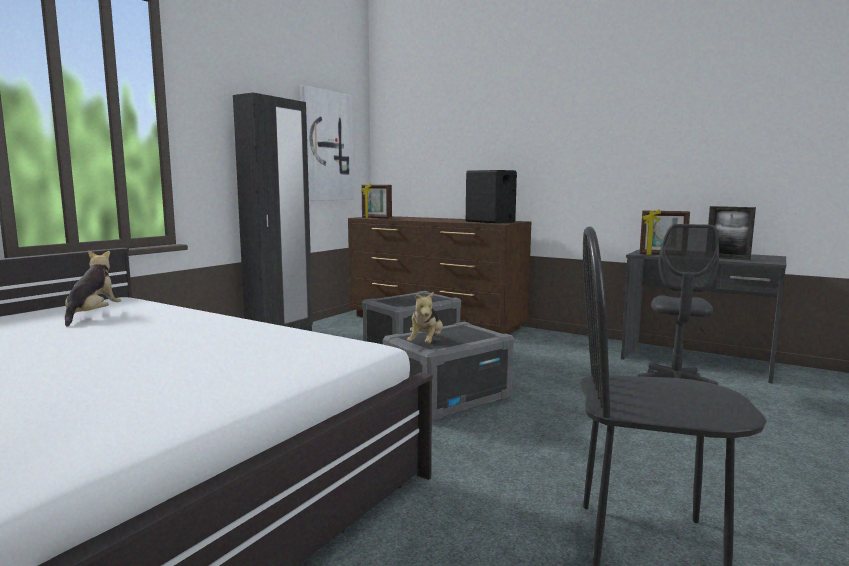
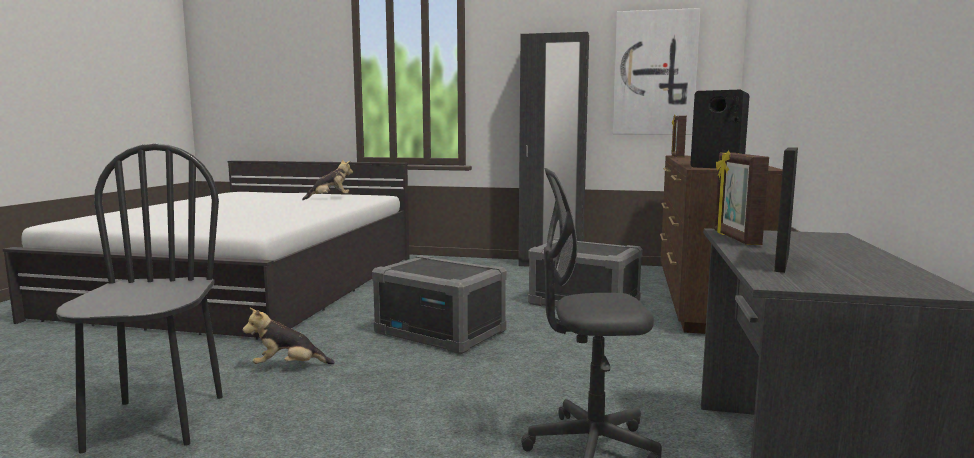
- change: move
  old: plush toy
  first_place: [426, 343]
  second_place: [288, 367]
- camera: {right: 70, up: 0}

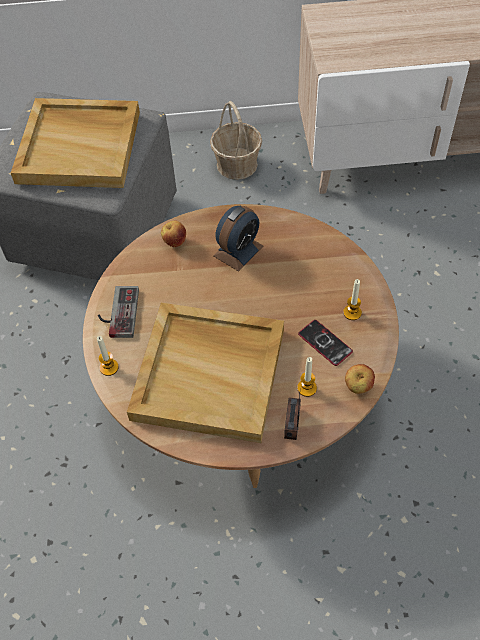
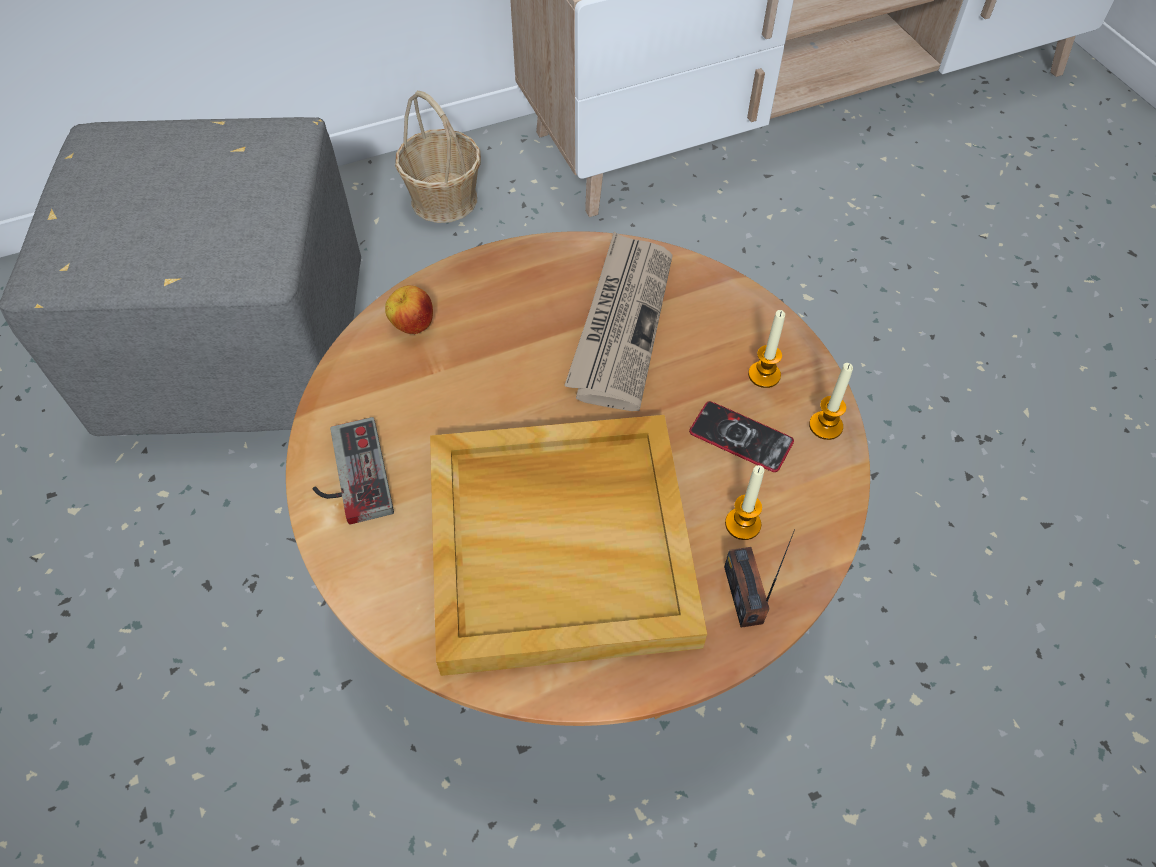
- change: delete
  old: beige-coloured tray
  first_place: [80, 146]
- change: delete
  old: table clock
  first_place: [238, 251]
- change: delete
  old: whole apple
  first_place: [358, 387]
- change: insert
  new: printed paper
  second_place: [620, 323]
- change: move
  old: wax candle
  first_place: [109, 367]
  second_place: [825, 426]
- camera: {right: -20, up: 0}

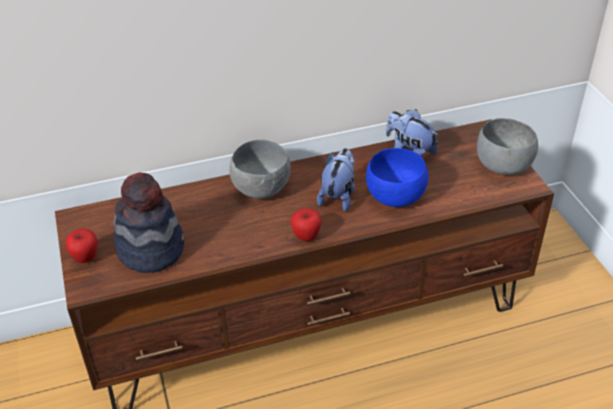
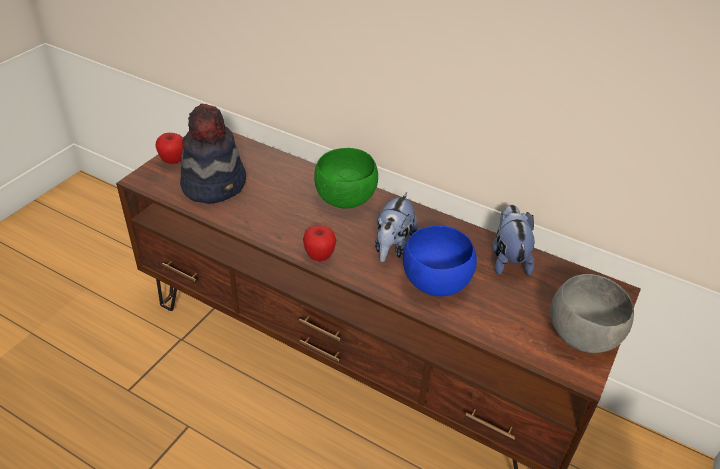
- change: recolor
  old: gray bowl
  new: green bowl
  first_place: [263, 189]
  second_place: [346, 200]
- change: rotate
  old: plush toy
  first_place: [338, 196]
  second_place: [392, 247]
  degrees: 135
- camera: {right: 45, up: 0}

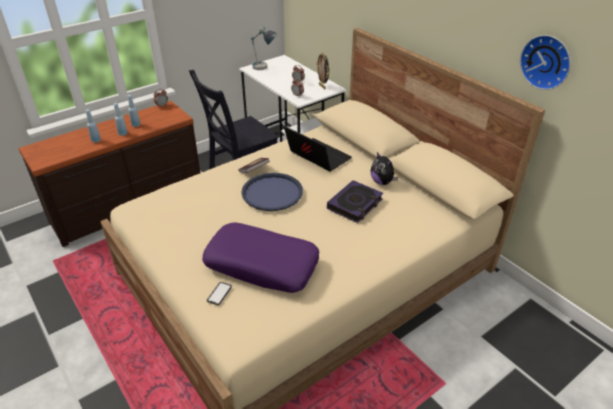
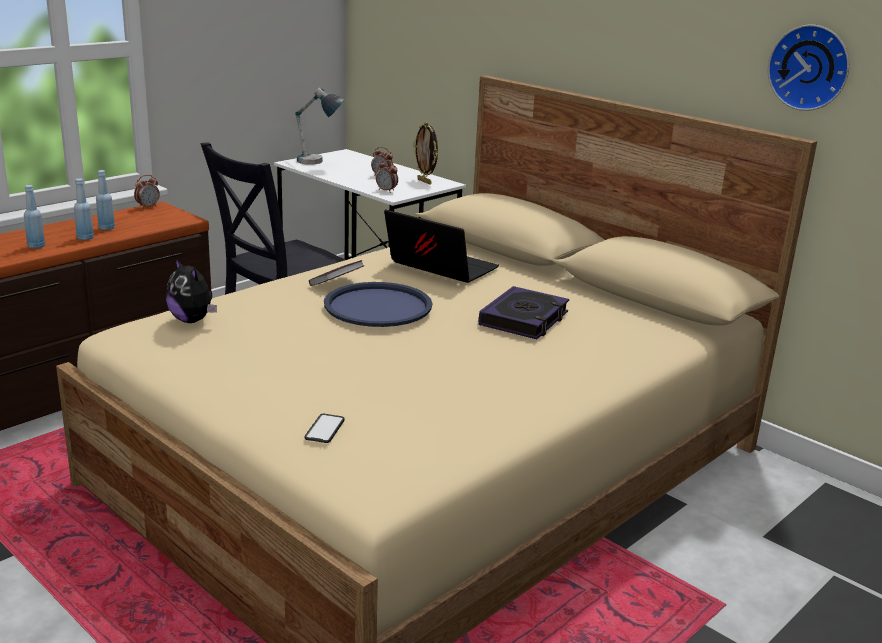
- change: delete
  old: purplish pillow
  first_place: [262, 265]
- change: move
  old: plush toy
  first_place: [382, 182]
  second_place: [192, 320]
- camera: {right: -10, up: -15}

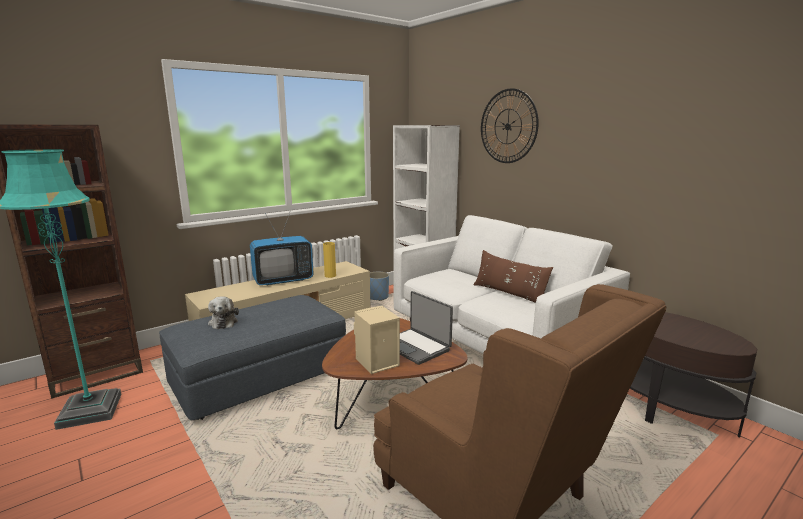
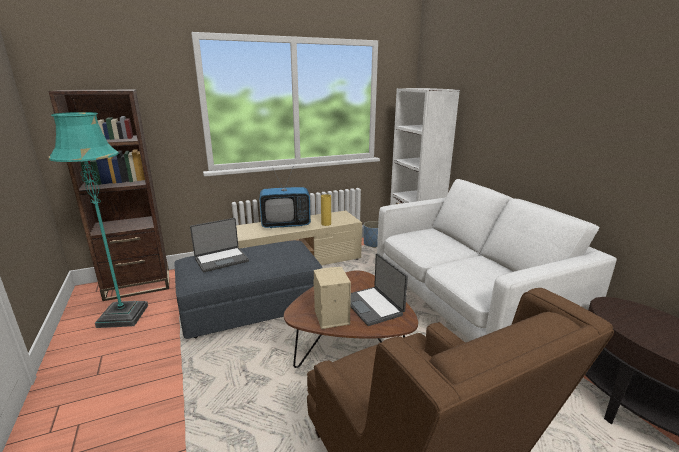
- change: delete
  old: brownish pillow
  first_place: [509, 293]
- change: delete
  old: clock on the wall
  first_place: [508, 126]
- change: replace
  old: plush toy
  new: portable computer
  first_place: [223, 322]
  second_place: [221, 260]
- camera: {right: 15, up: 5}

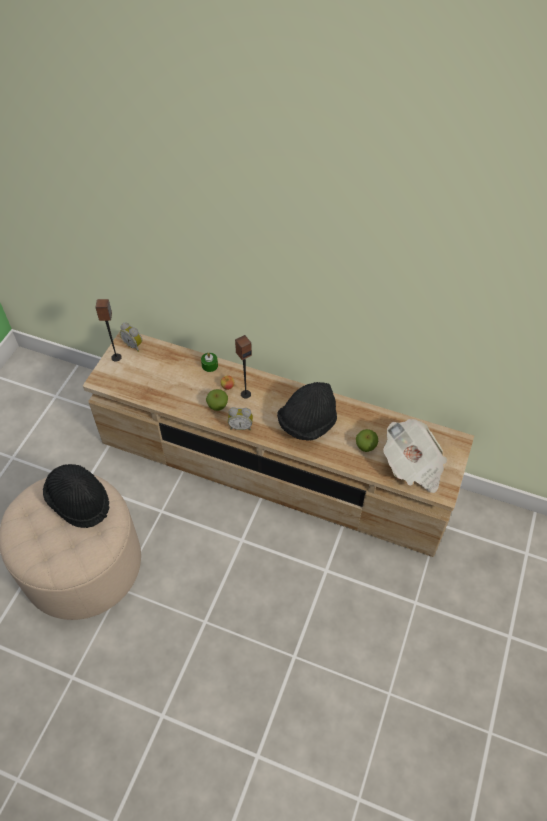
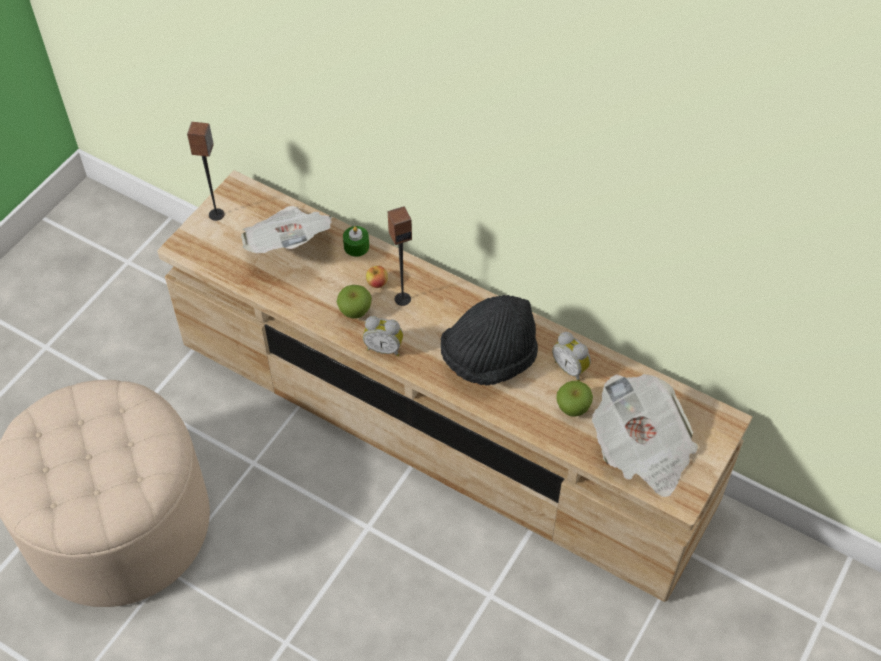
- change: delete
  old: blackish hat
  first_place: [79, 502]
- change: insert
  new: printed paper
  second_place: [288, 245]
- change: move
  old: table clock
  first_place: [134, 345]
  second_place: [571, 368]
- camera: {right: 10, up: 0}

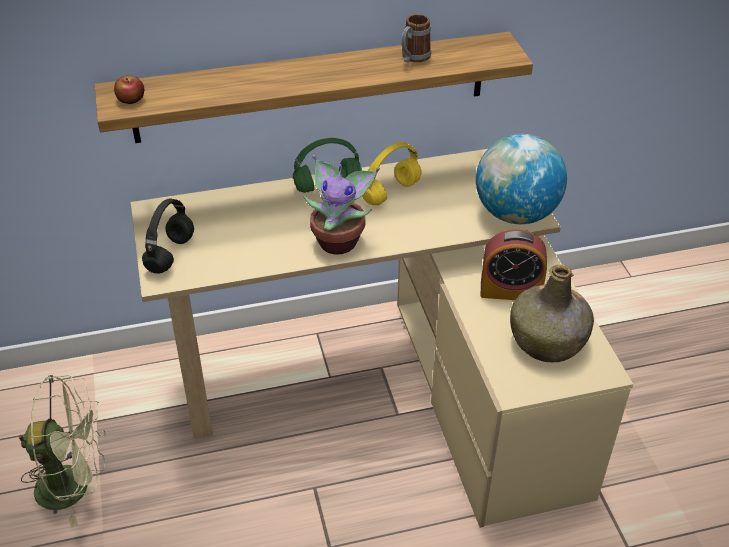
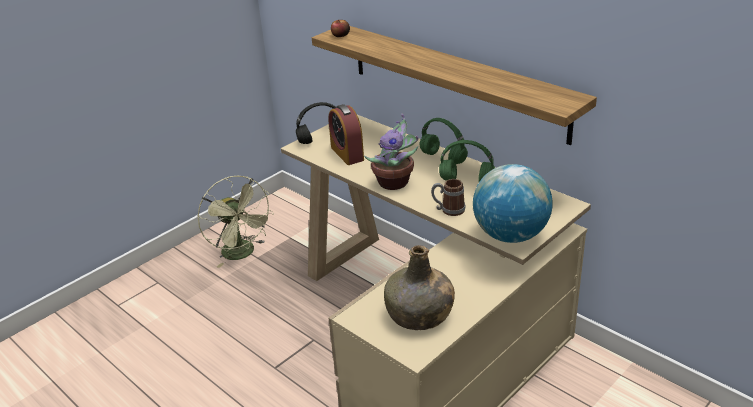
- change: move
  old: coffee mug
  first_place: [413, 58]
  second_place: [448, 210]
- change: move
  old: table clock
  first_place: [510, 290]
  second_place: [347, 154]
- change: recolor
  old: yellowish headphones
  new: green headphones
  first_place: [391, 192]
  second_place: [467, 180]
- camera: {right: 60, up: -10}

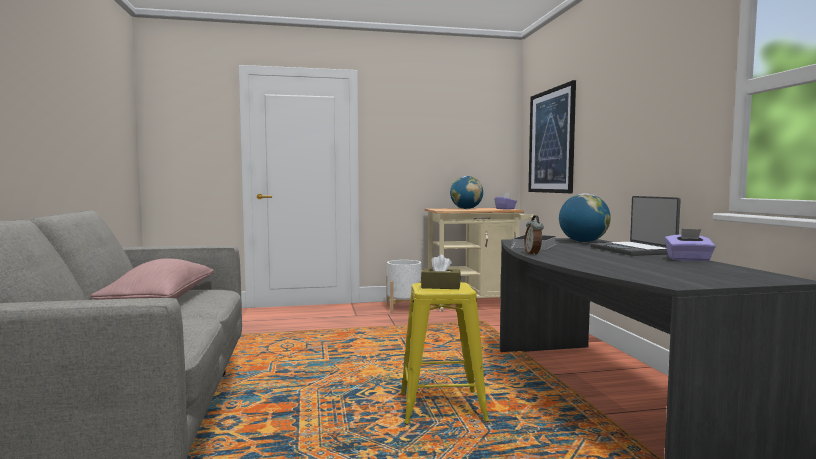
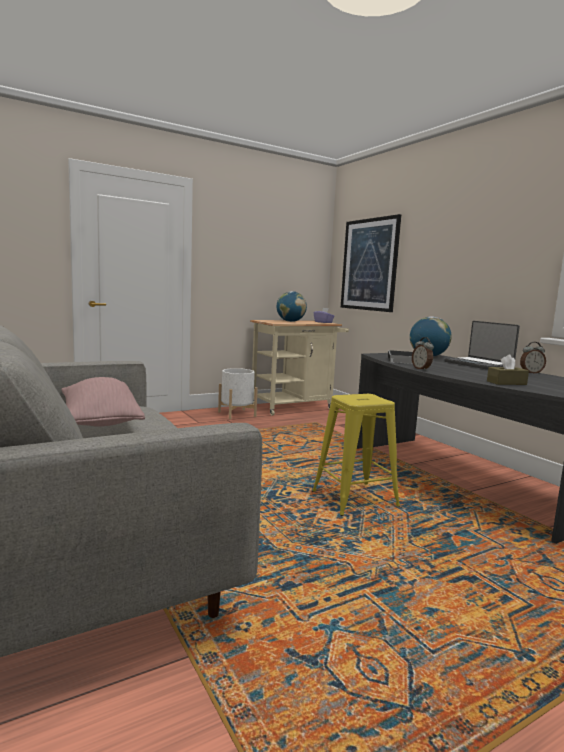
- change: move
  old: brownish tissue box
  first_place: [440, 286]
  second_place: [506, 383]
- change: replace
  old: purplish tissue box
  new: table clock
  first_place: [688, 259]
  second_place: [530, 373]
- camera: {right: -20, up: 5}

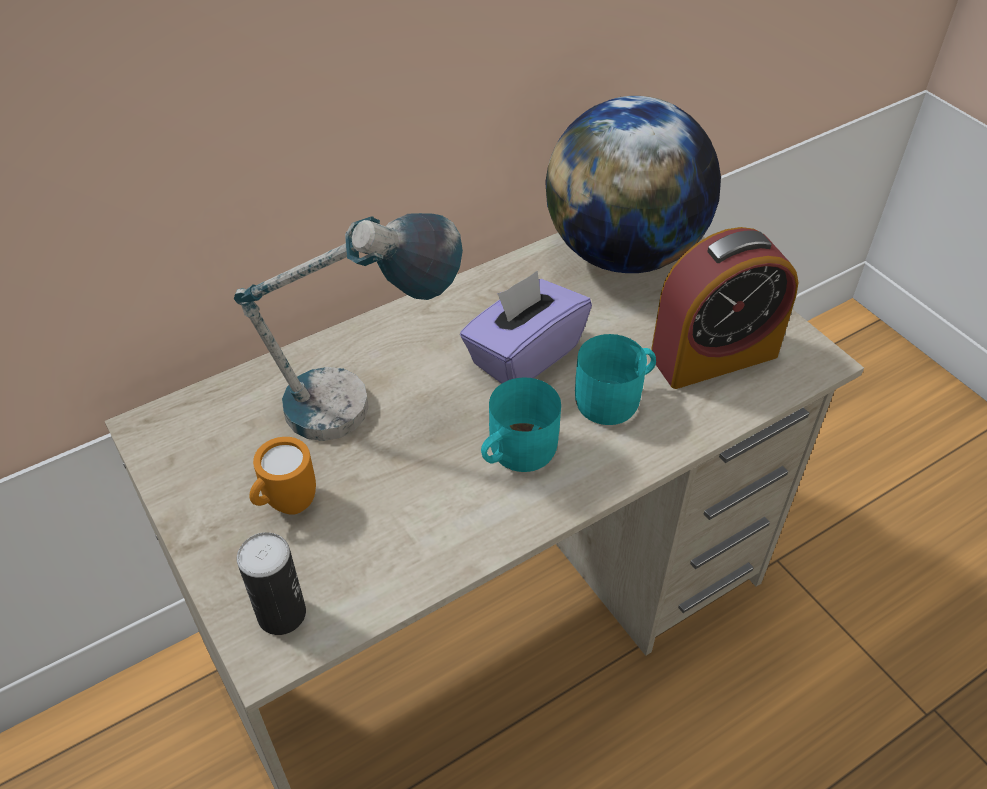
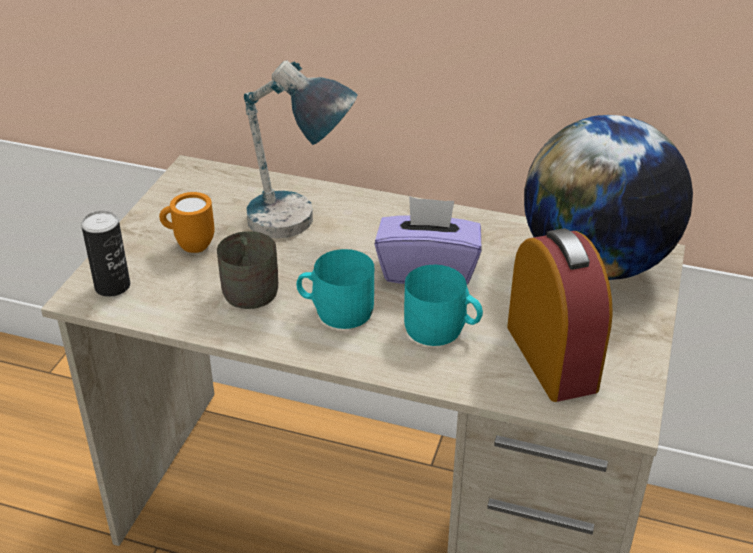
- change: insert
  new: gray coffee mug
  second_place: [251, 286]
- change: rotate
  old: table clock
  first_place: [714, 355]
  second_place: [551, 357]
  degrees: -135
- camera: {right: 50, up: -10}

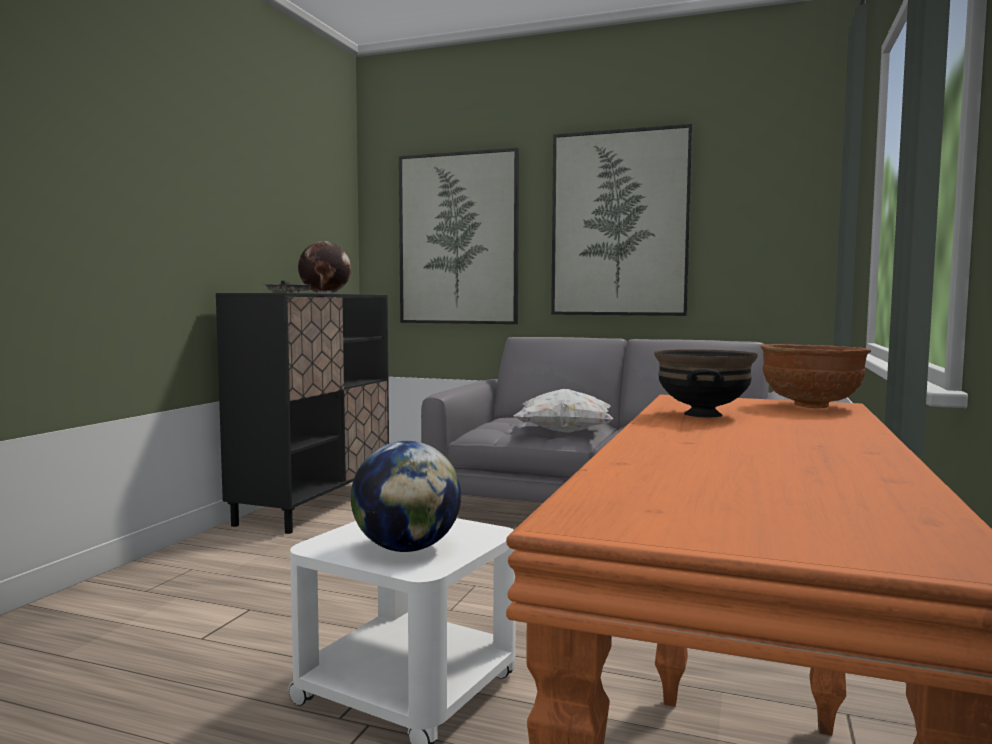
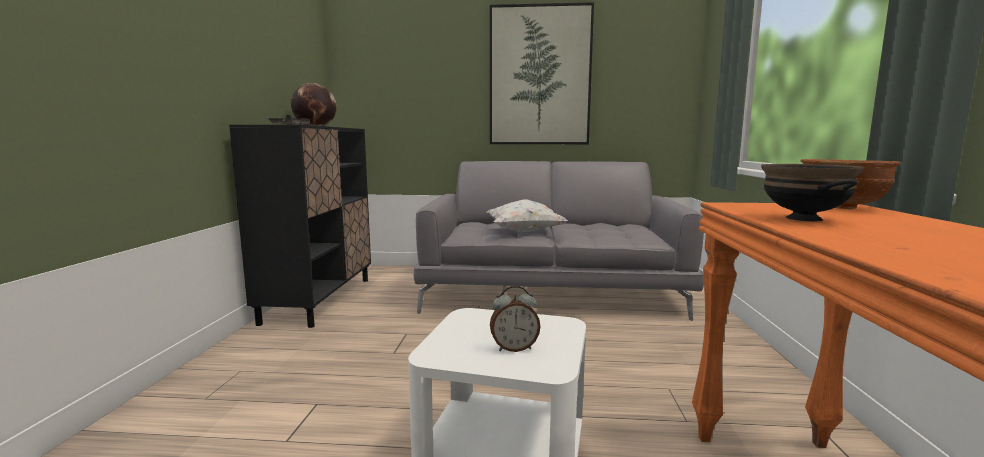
- change: delete
  old: wall art
  first_place: [458, 239]
- change: replace
  old: desk globe
  new: table clock
  first_place: [406, 548]
  second_place: [514, 348]
- camera: {right: -15, up: 5}

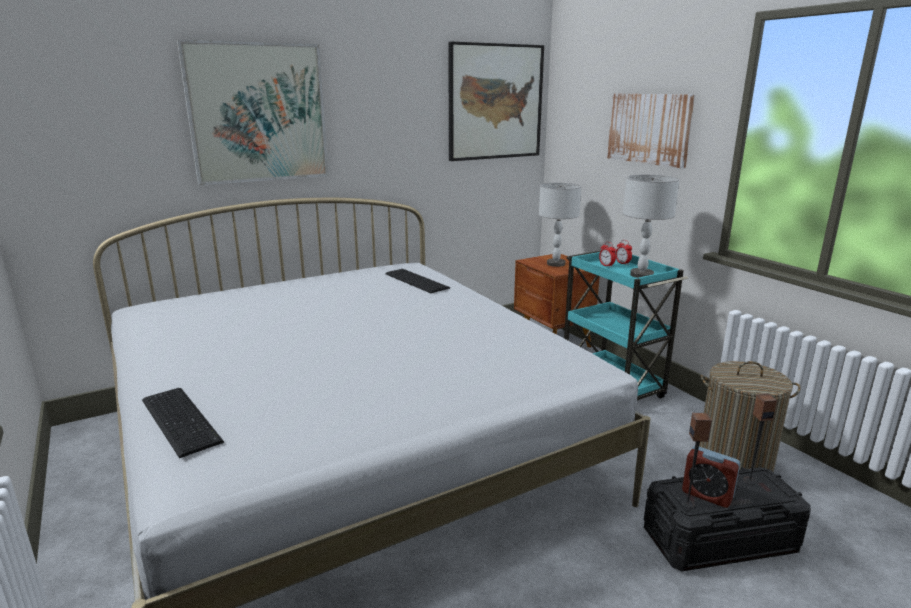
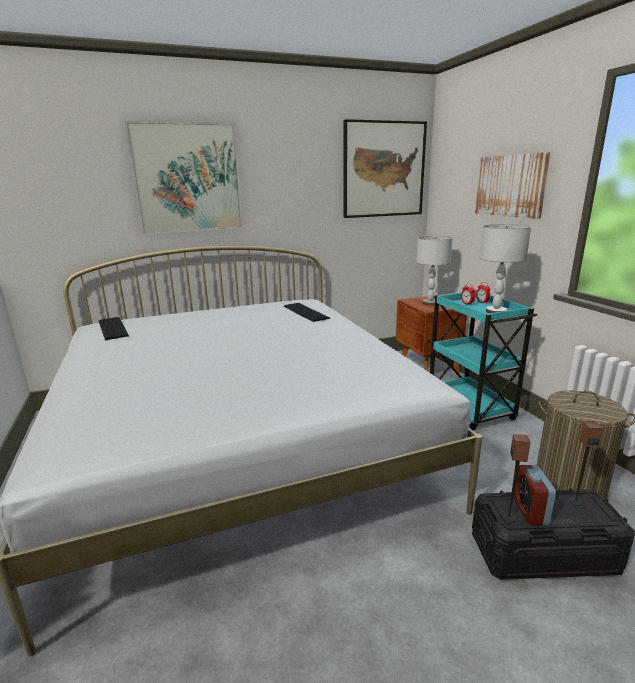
- change: move
  old: PC keyboard
  first_place: [182, 419]
  second_place: [114, 328]
- change: rotate
  old: table clock
  first_place: [707, 495]
  second_place: [530, 511]
  degrees: 45
- camera: {right: 10, up: 0}

